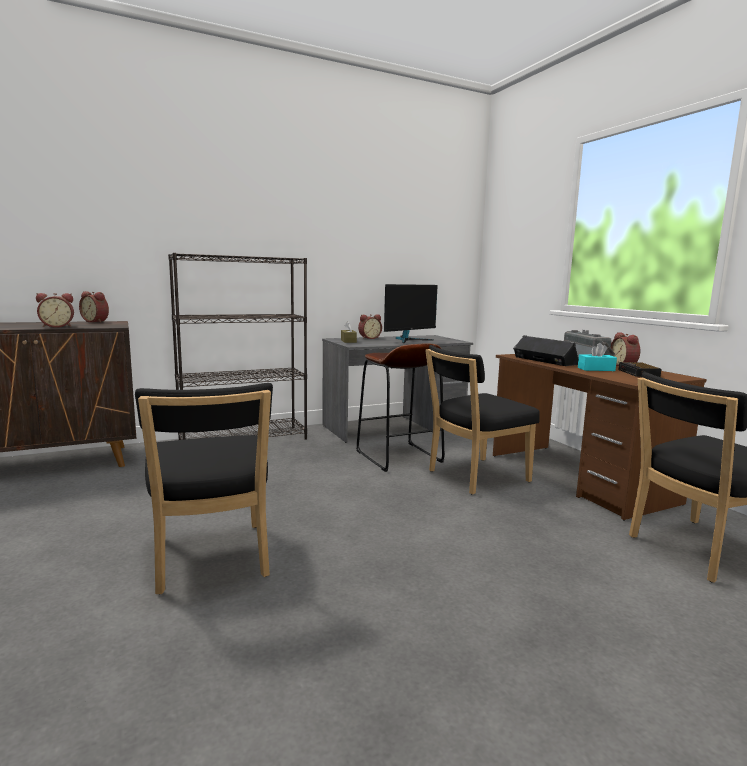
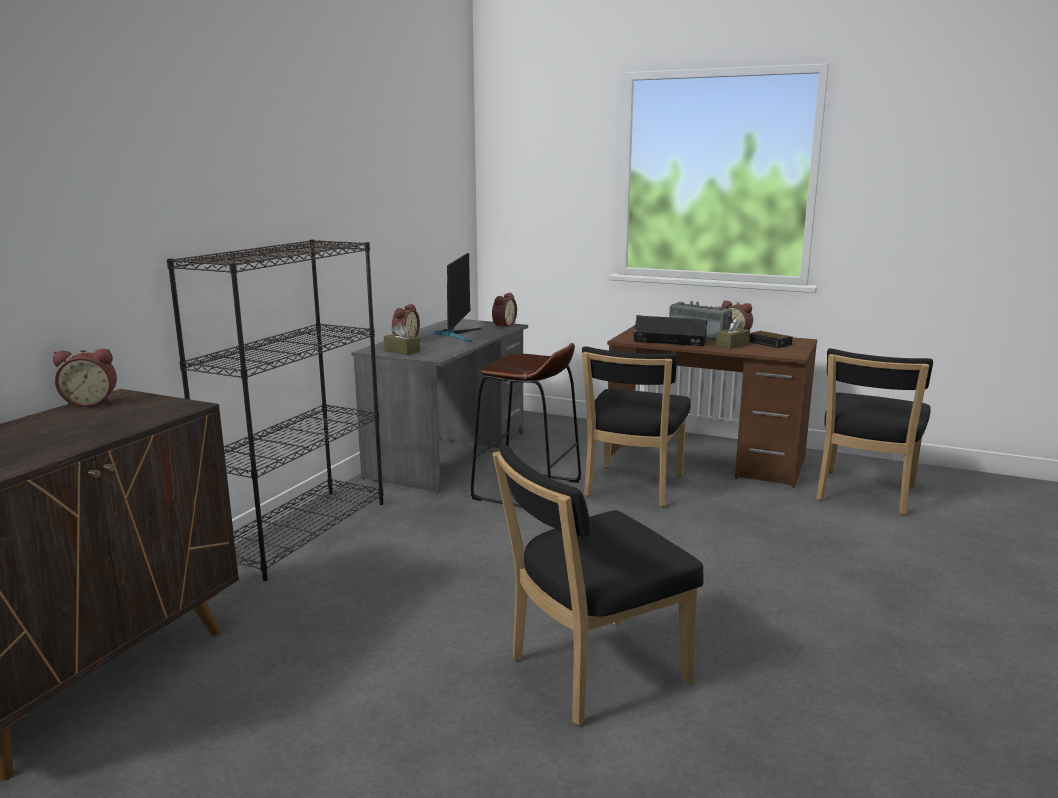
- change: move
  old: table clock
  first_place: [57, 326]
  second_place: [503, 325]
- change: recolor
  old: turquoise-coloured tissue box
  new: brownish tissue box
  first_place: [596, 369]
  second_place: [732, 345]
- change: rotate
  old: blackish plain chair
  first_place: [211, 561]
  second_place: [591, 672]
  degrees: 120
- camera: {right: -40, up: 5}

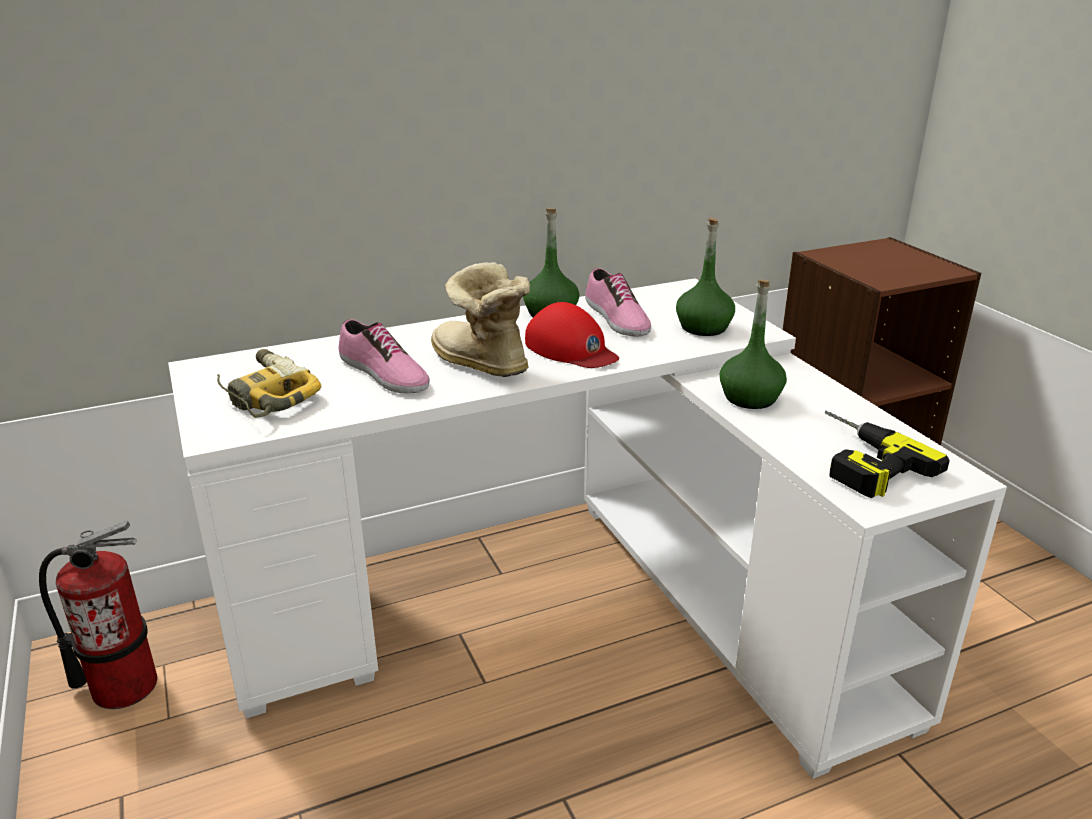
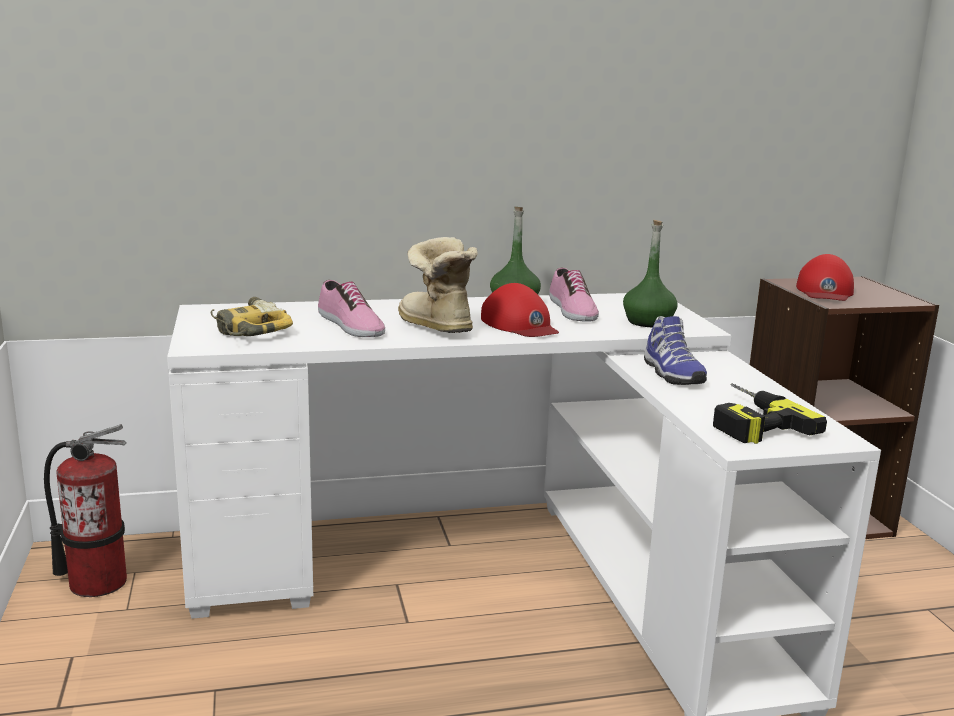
- change: insert
  new: red peaked cap
  second_place: [824, 291]
- change: replace
  old: green drink bottle
  new: item of footwear
  first_place: [750, 398]
  second_place: [670, 374]
- camera: {right: 10, up: -10}

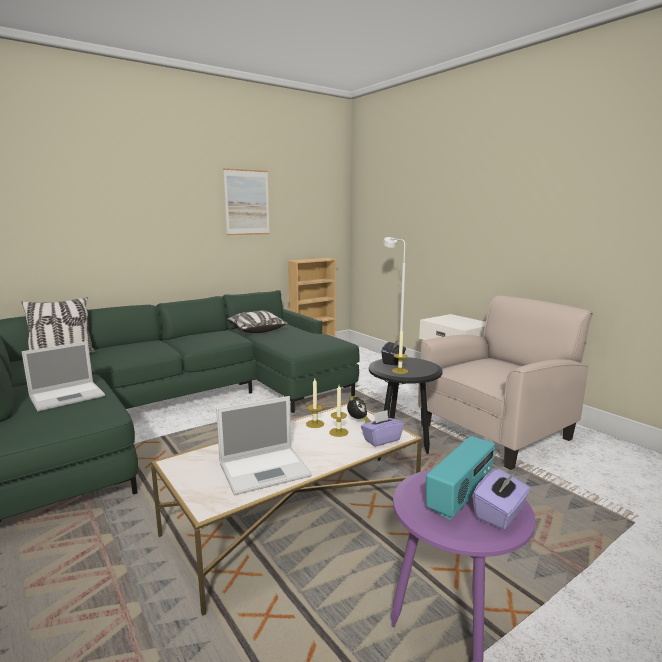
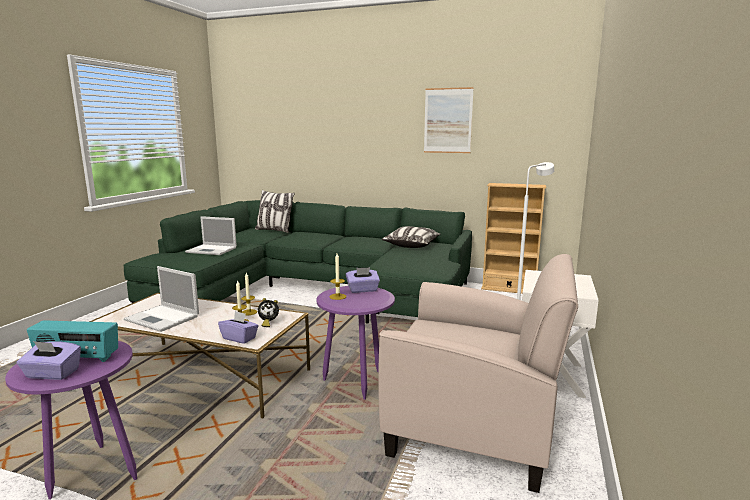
- change: recolor
  old: blackish side table
  new: purplish side table
  first_place: [401, 450]
  second_place: [356, 385]
- change: recolor
  old: blackish tissue box
  new: purplish tissue box
  first_place: [393, 361]
  second_place: [362, 290]
- camera: {right: 55, up: 0}

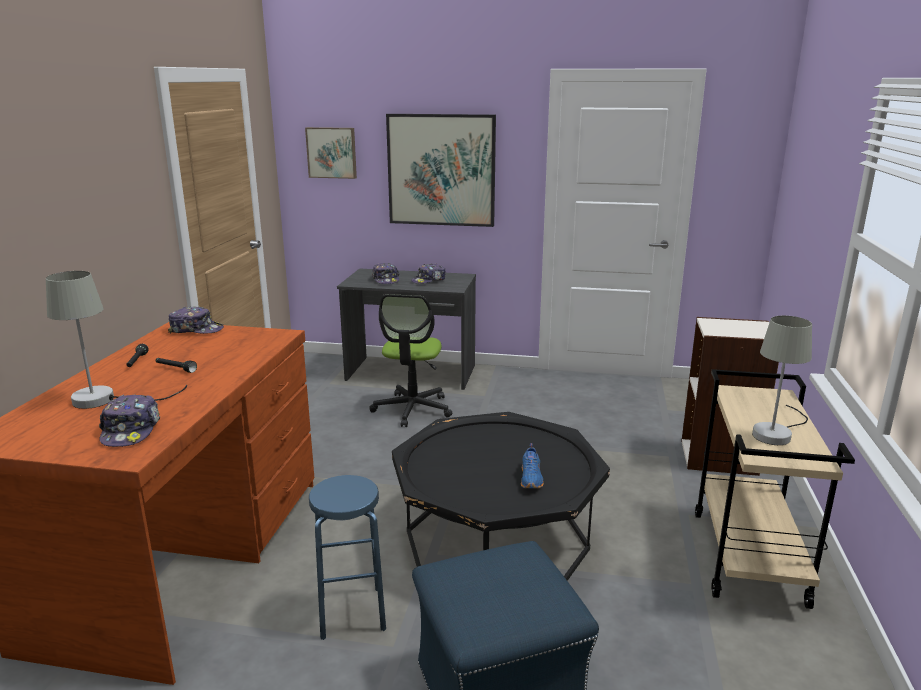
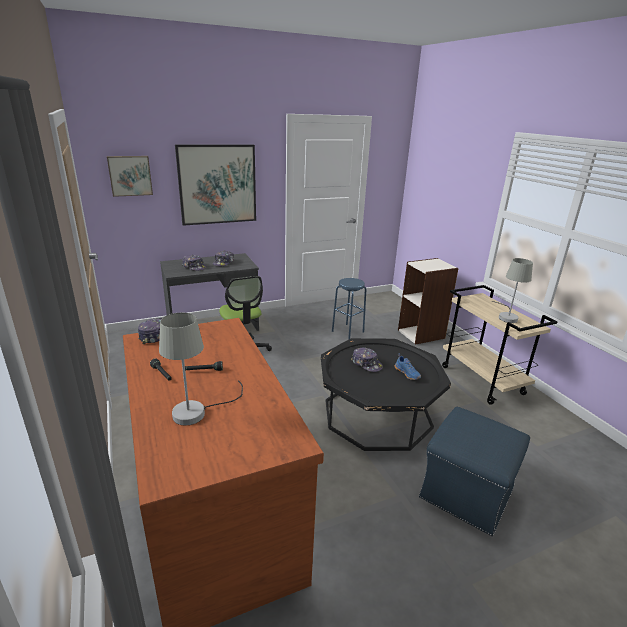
- change: move
  old: peaked cap
  first_place: [131, 430]
  second_place: [366, 364]
- change: move
  old: blue stool seat
  first_place: [351, 613]
  second_place: [348, 331]
- camera: {right: -35, up: 5}

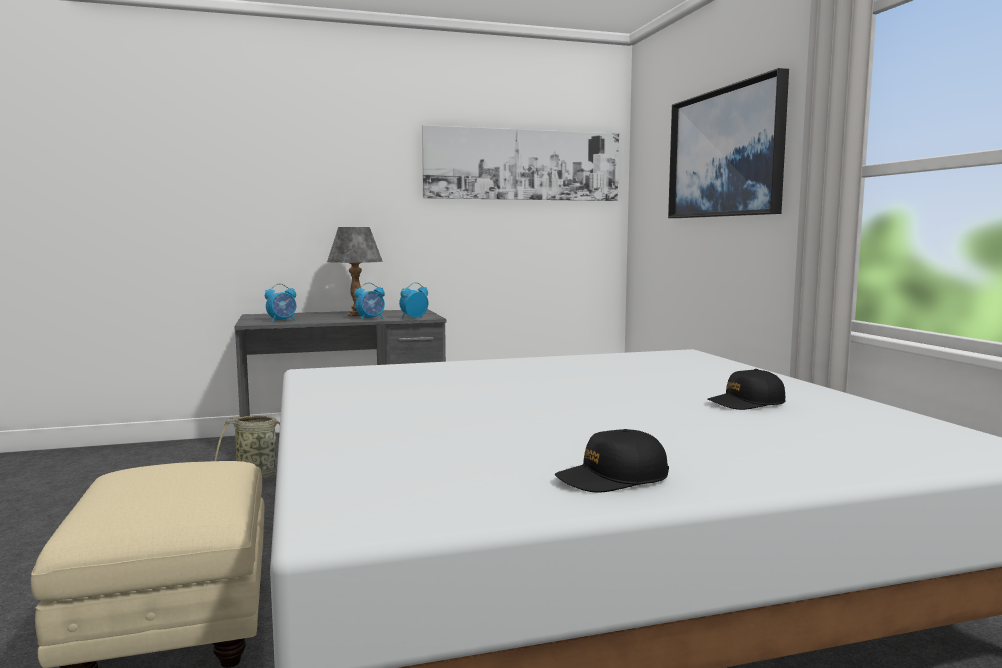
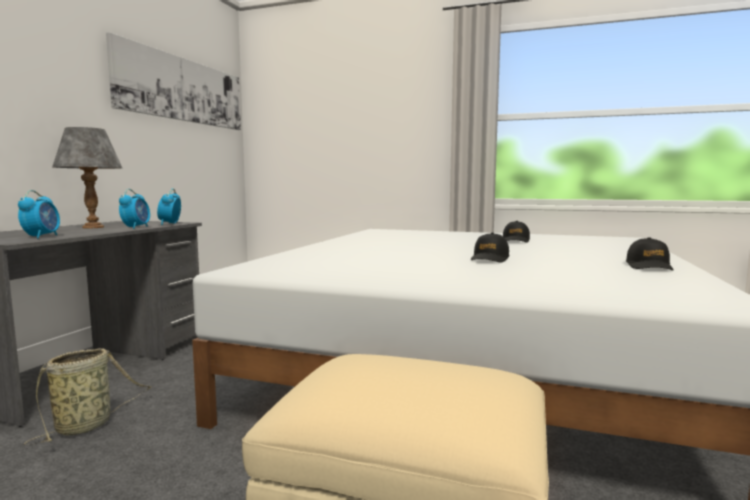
- change: delete
  old: wall art
  first_place: [725, 153]
- change: insert
  new: blackish peaked cap
  second_place: [490, 259]
- camera: {right: -55, up: 0}

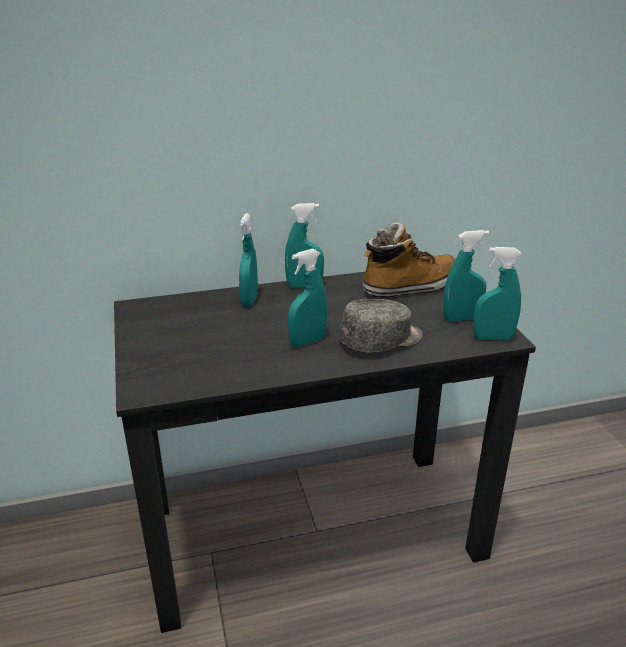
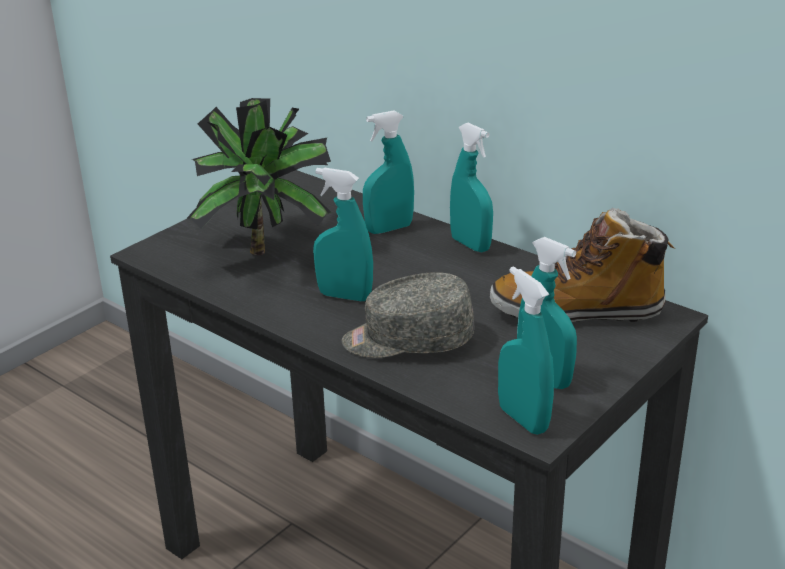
- change: insert
  new: potted plant
  second_place: [268, 249]
- change: rotate
  old: gray peaked cap
  first_place: [382, 340]
  second_place: [407, 340]
  degrees: 150
- change: rotate
  old: tall boot
  first_place: [410, 286]
  second_place: [577, 311]
  degrees: 150
- camera: {right: 55, up: 0}

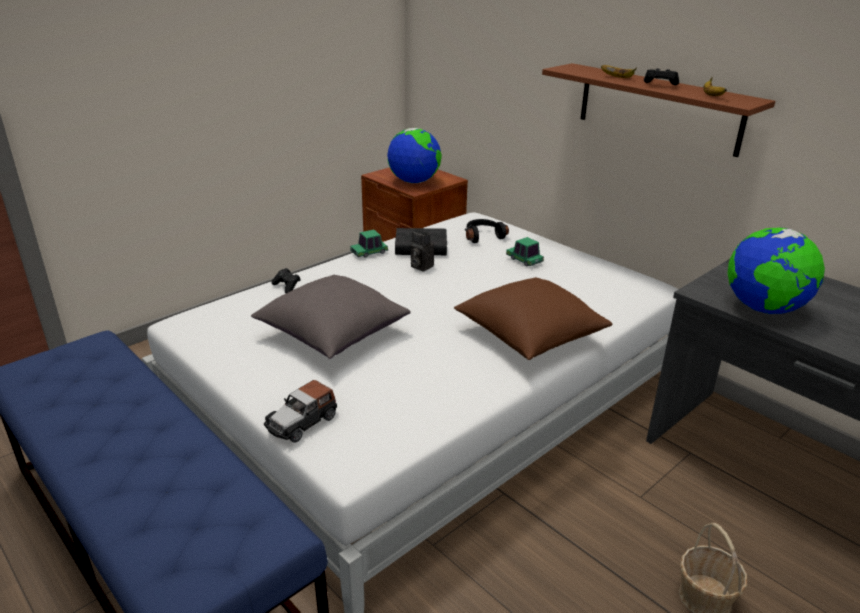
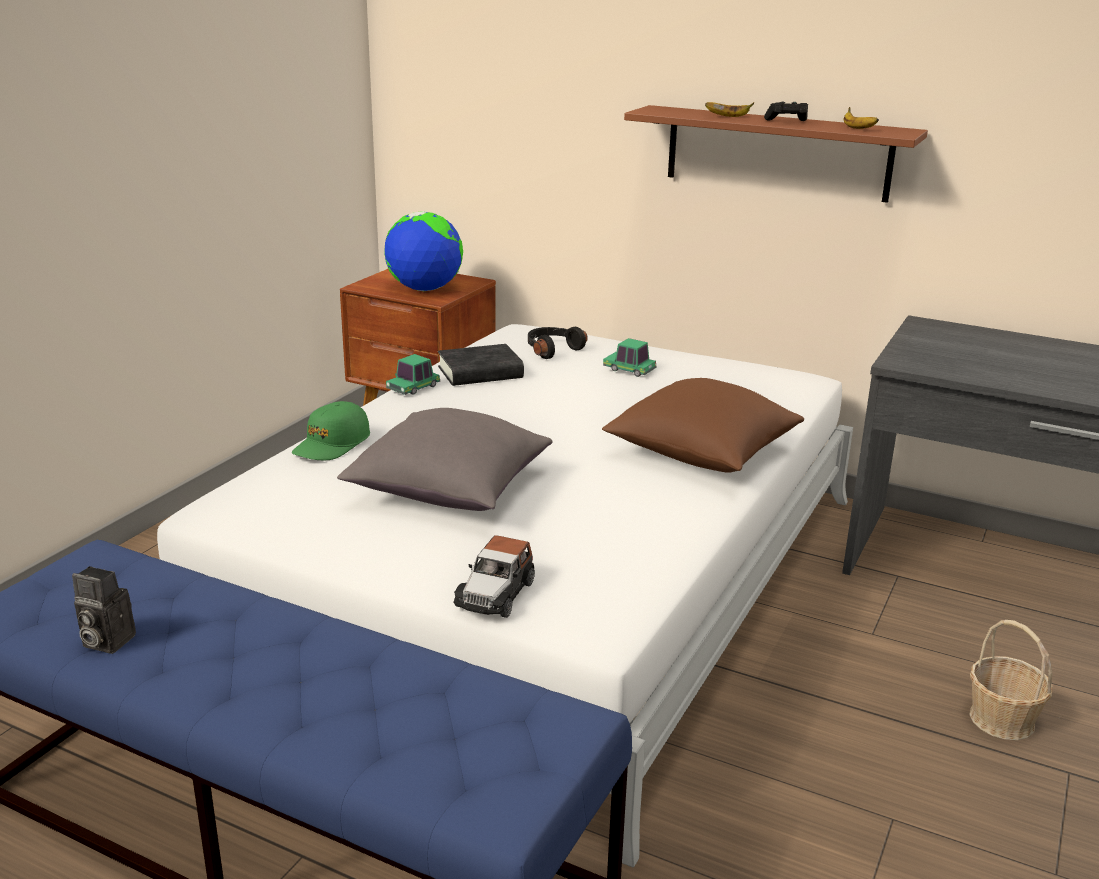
- change: delete
  old: desk globe
  first_place: [763, 309]
- change: move
  old: still camera
  first_place: [420, 266]
  second_place: [105, 641]
- change: replace
  old: blackish game controller
  new: green peaked cap
  first_place: [287, 287]
  second_place: [332, 444]
- camera: {right: -20, up: -5}

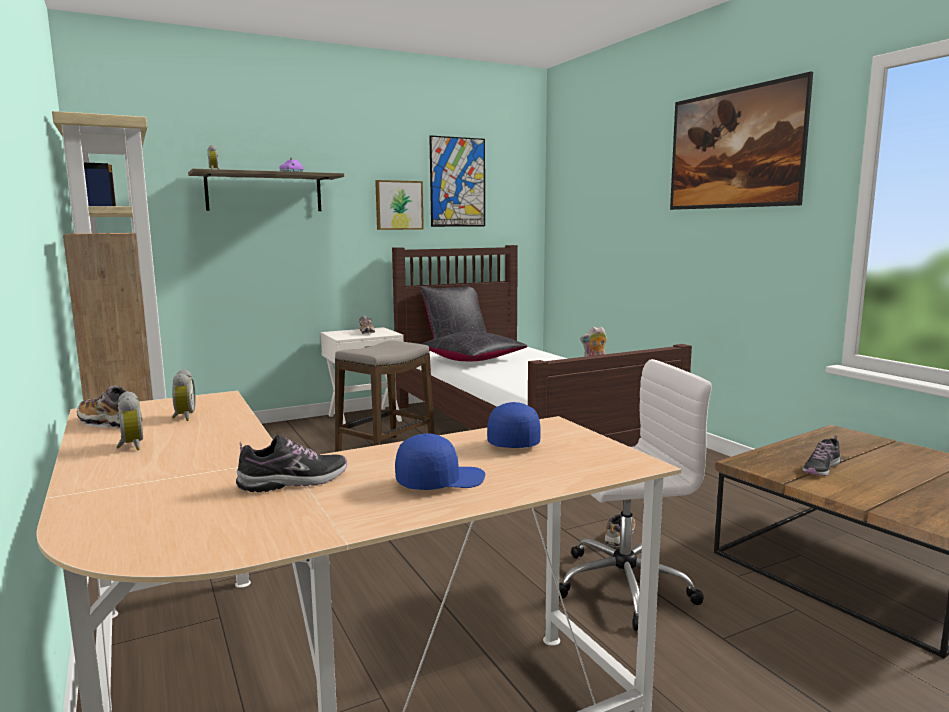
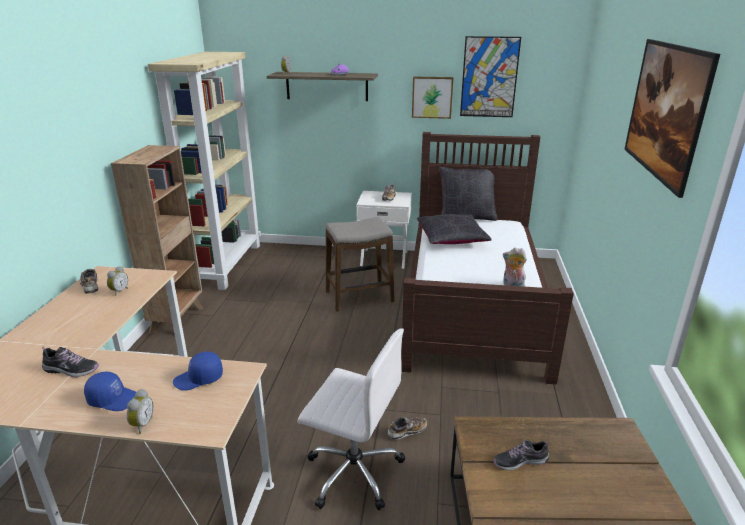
- change: move
  old: table clock
  first_place: [130, 446]
  second_place: [141, 424]
- change: rotate
  old: blue peaked cap
  first_place: [512, 441]
  second_place: [199, 379]
  degrees: -150
- camera: {right: 35, up: 15}

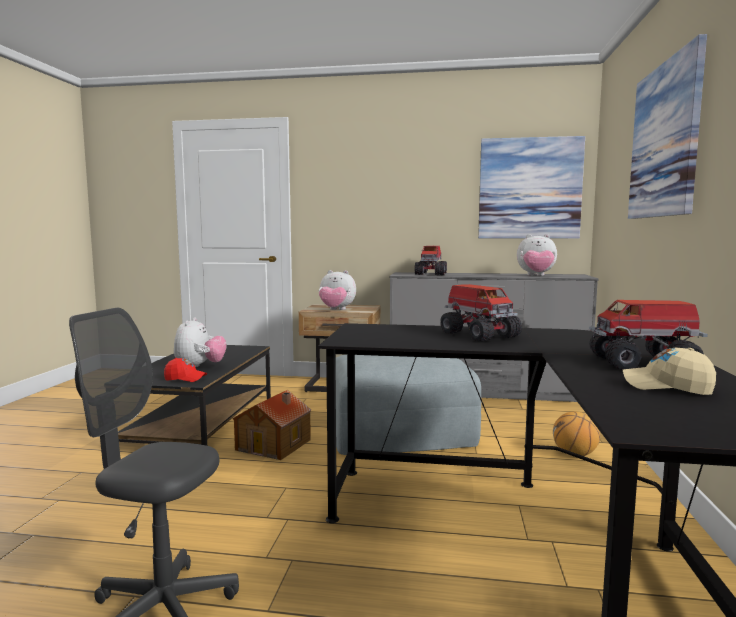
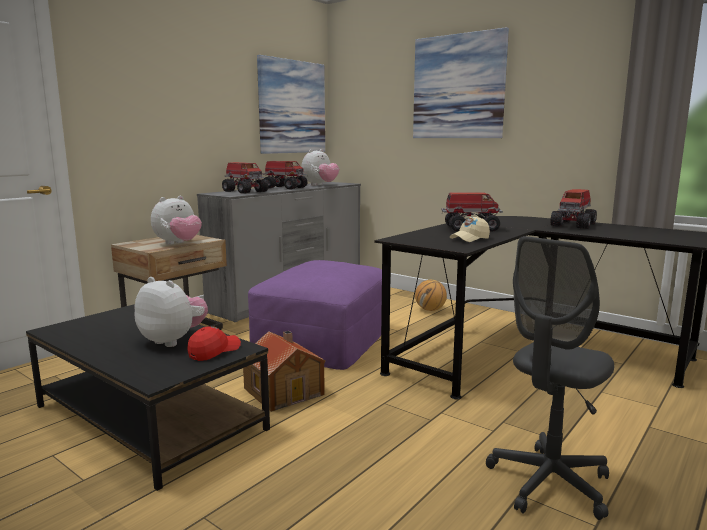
- change: insert
  new: toy truck
  second_place: [284, 188]
- change: move
  old: beige-coloured peaked cap
  first_place: [666, 387]
  second_place: [470, 239]
- change: recolor
  old: gray ottoman
  new: purplish ottoman
  first_place: [400, 429]
  second_place: [323, 339]
- camera: {right: -60, up: 5}

